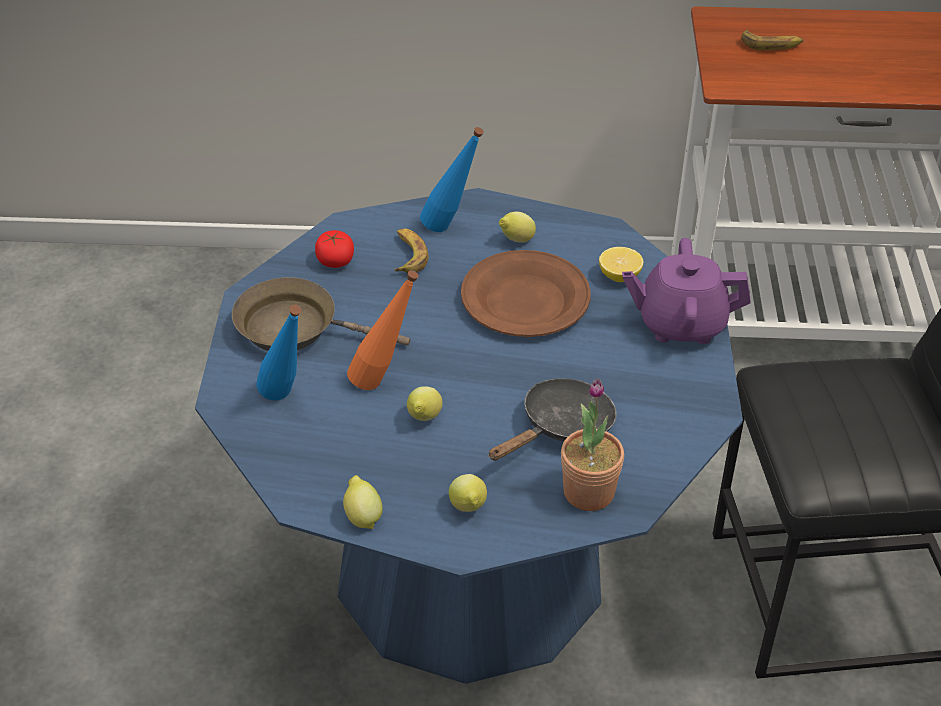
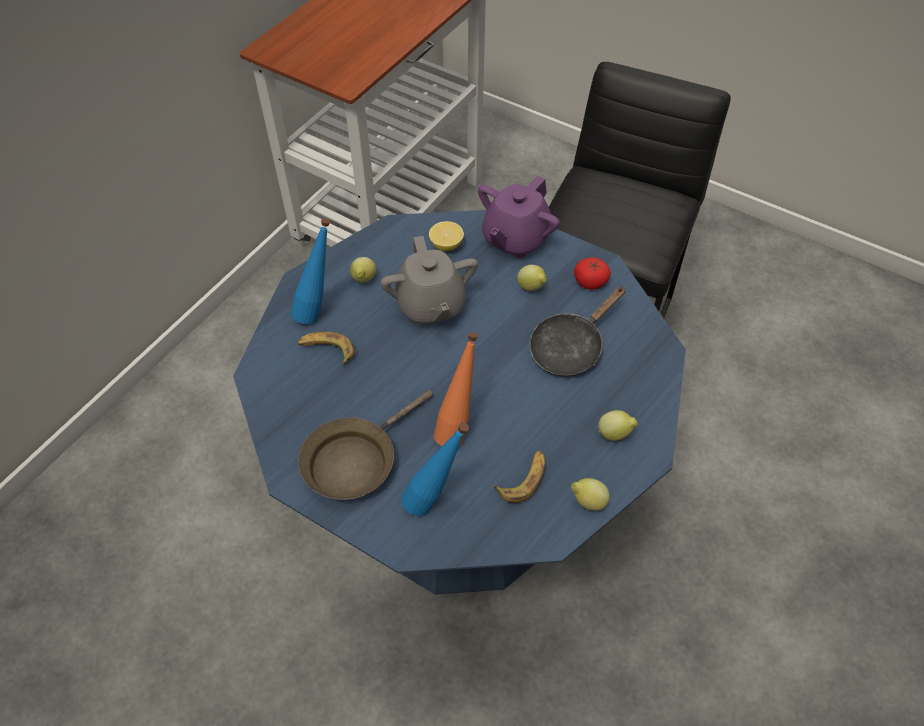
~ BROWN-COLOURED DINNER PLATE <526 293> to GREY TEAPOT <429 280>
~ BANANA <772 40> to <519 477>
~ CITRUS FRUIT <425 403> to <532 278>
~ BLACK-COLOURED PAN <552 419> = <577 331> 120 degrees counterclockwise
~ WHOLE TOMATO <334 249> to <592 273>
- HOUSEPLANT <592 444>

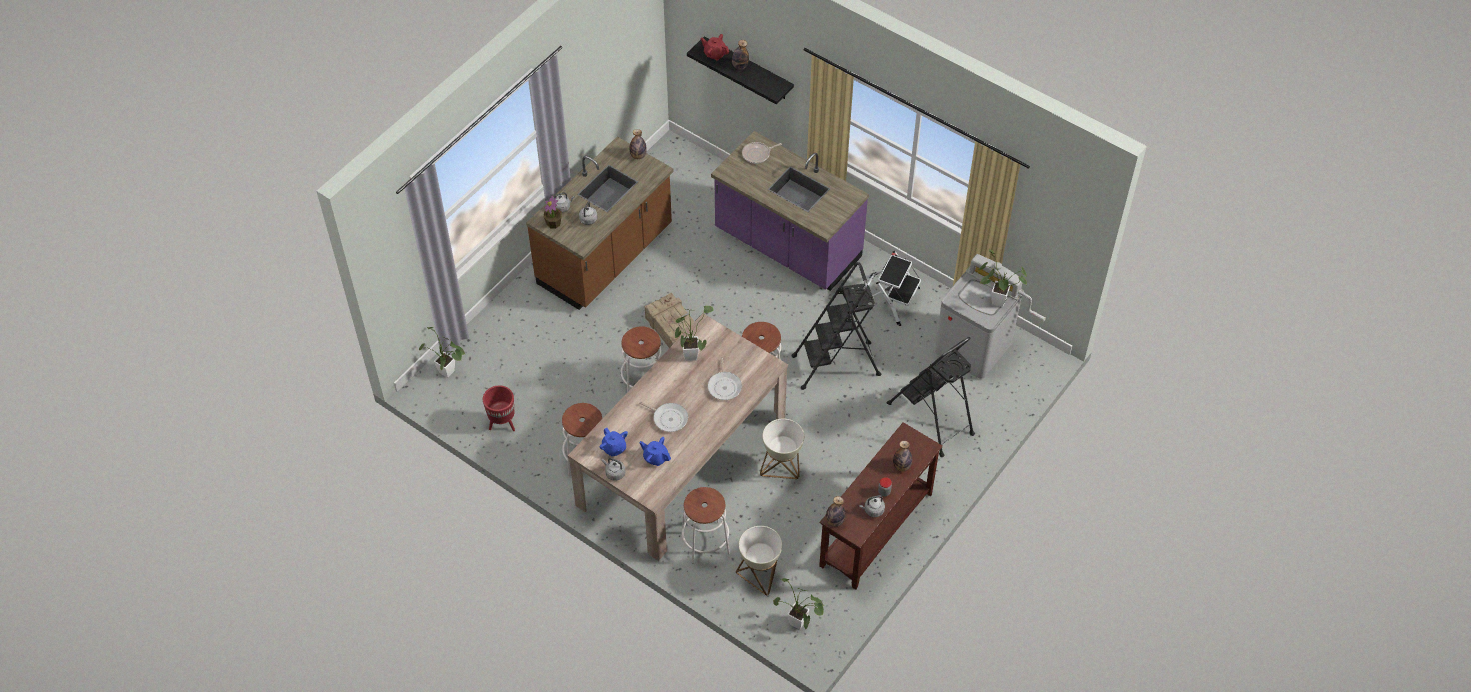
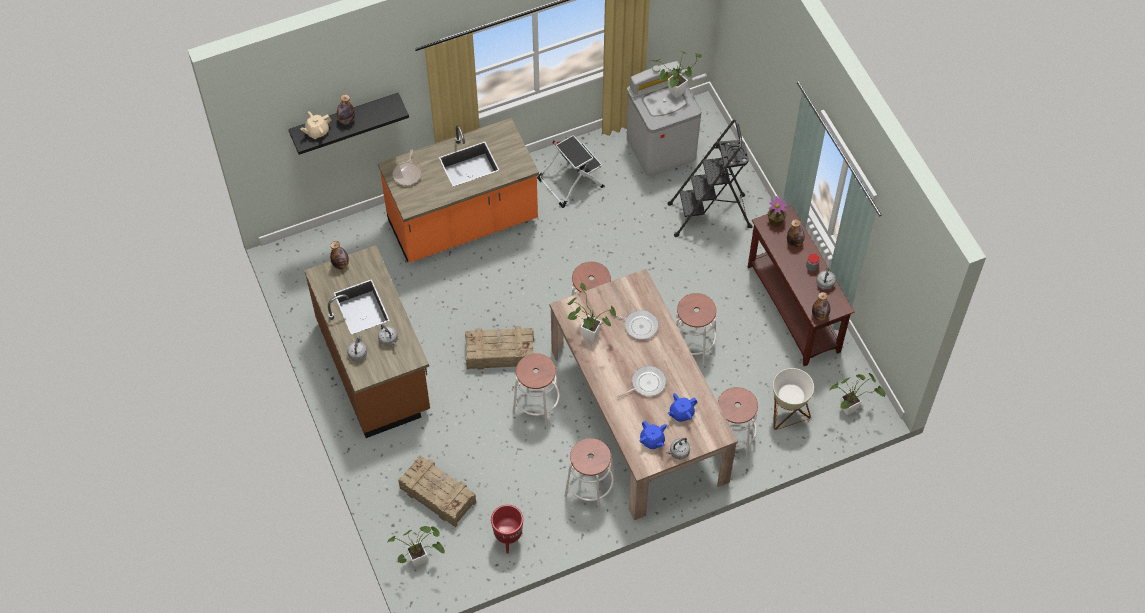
~ RED TEAPOT <715 47> to BEIGE TEAPOT <316 125>
~ PURPLE KITCHEN BASE UNIT <790 211> to ORANGEY KITCHEN BASE UNIT <458 190>
+ CRATE <437 491>
~ BLUE-COLOURED TEAPOT <613 442> = <653 435> 60 degrees clockwise
~ FLOWER POT <782 449> to WHITE-COLOURED STOOL <696 329>
~ HOUSEPLANT <553 212> to <778 211>
- STEP STOOL <836 326>

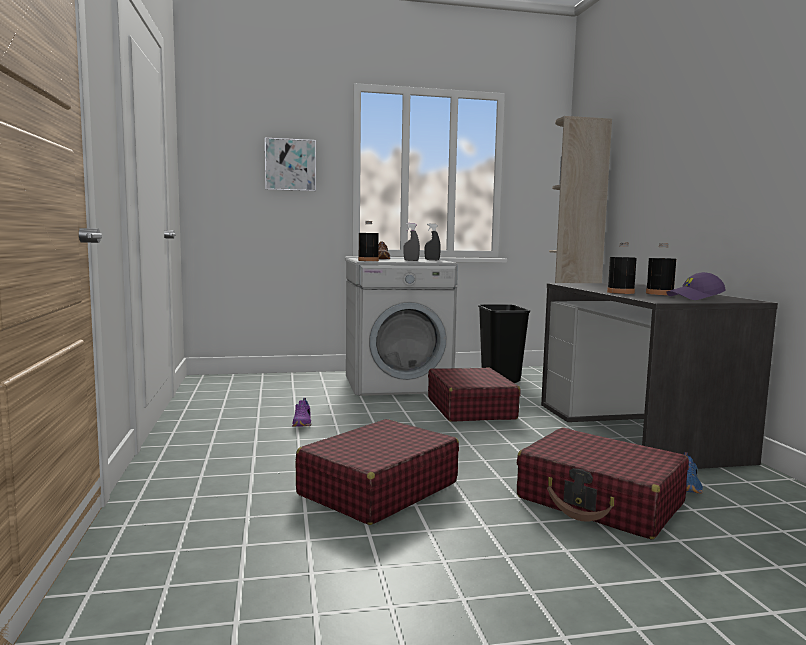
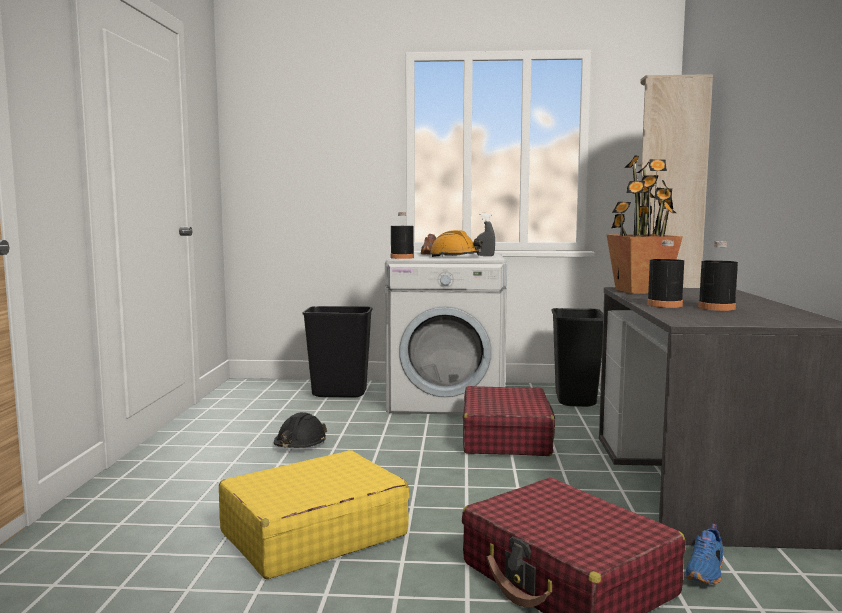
~ RED PIECE OF LUGGAGE <377 472> to YELLOW-COLOURED PIECE OF LUGGAGE <314 514>
~ PURPLE SHOE <301 412> to BLACK-COLOURED HARD HAT <300 430>
+ BLACK-COLOURED TRASH CAN <338 352>
~ GREY SPRAY BOTTLE <412 242> to ORANGEY HARD HAT <456 243>
+ HOUSEPLANT <645 224>
- PICTURE <290 164>
- PURPLE CAP <696 286>

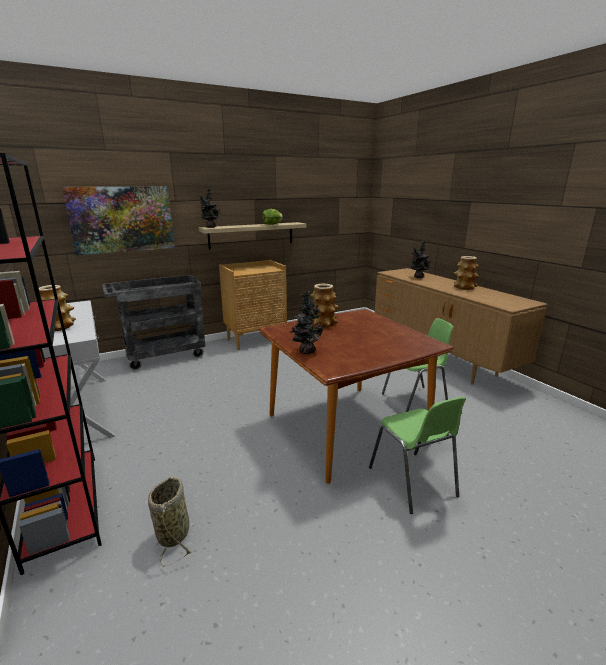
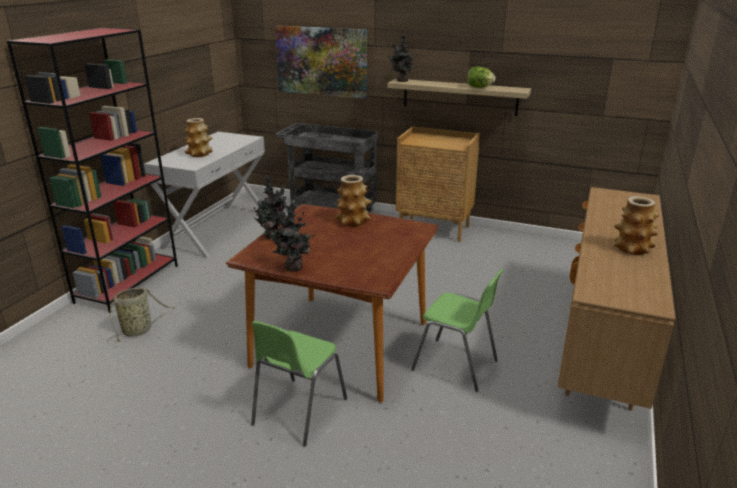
~ HOUSEPLANT <421 259> to <289 236>

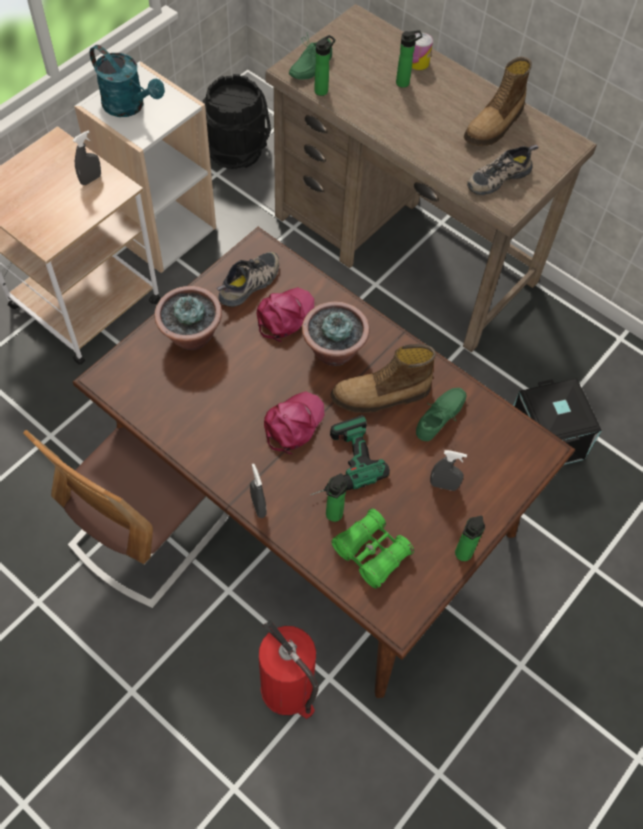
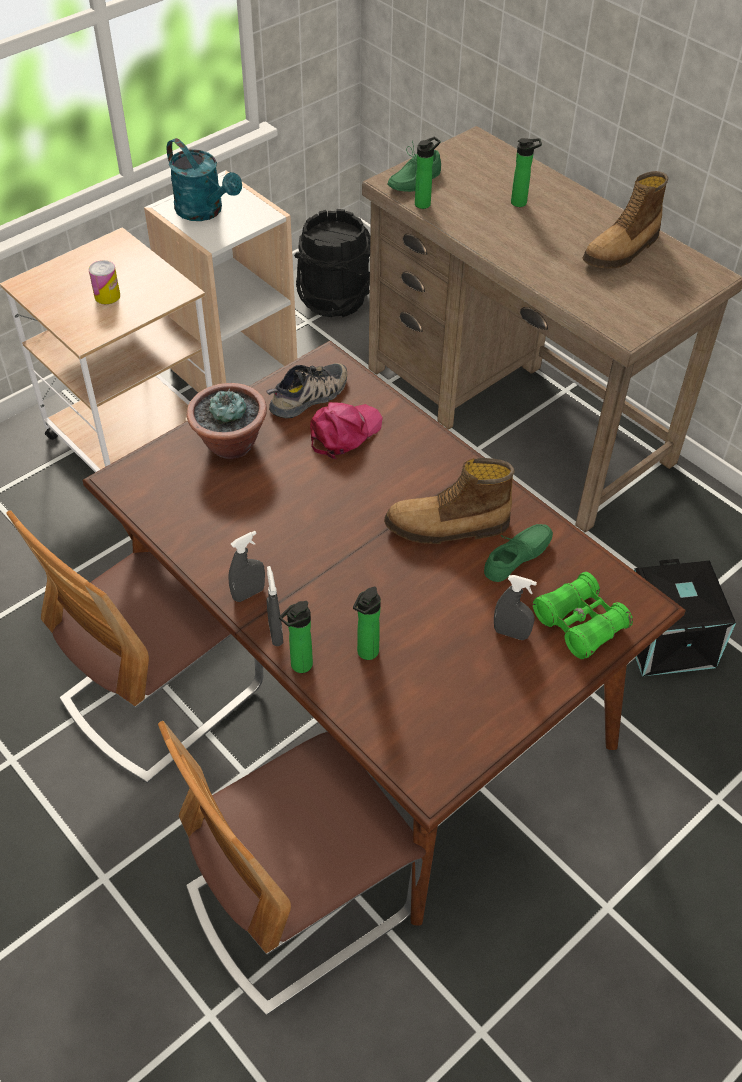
~ CAN <422 51> to <104 282>
~ EXTINGUISHER <289 669> to CHAIR <292 868>
~ GREY SPRAY BOTTLE <87 157> to <246 566>
~ DRINK BOTTLE <470 538> to <296 637>
~ GREENISH PAIR OF BINOCULARS <372 548> to <583 615>
- PINK CAP <294 422>
- HOUSEPLANT <335 333>
- DRILL <350 455>
- SHOE <503 170>

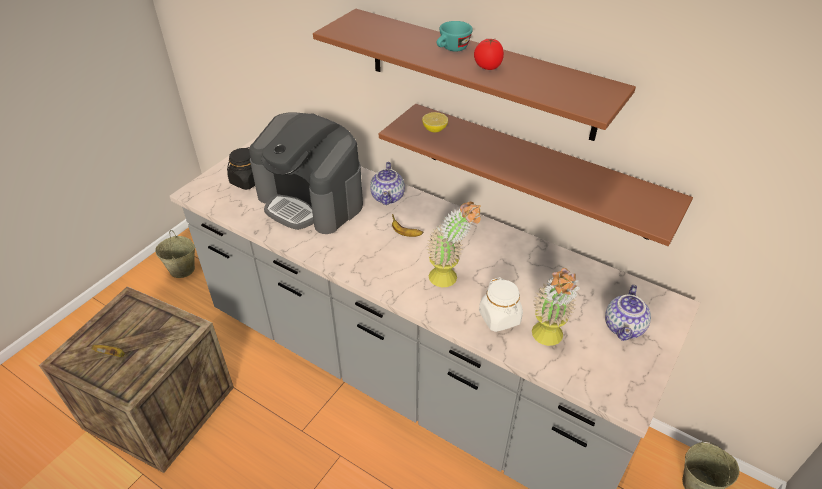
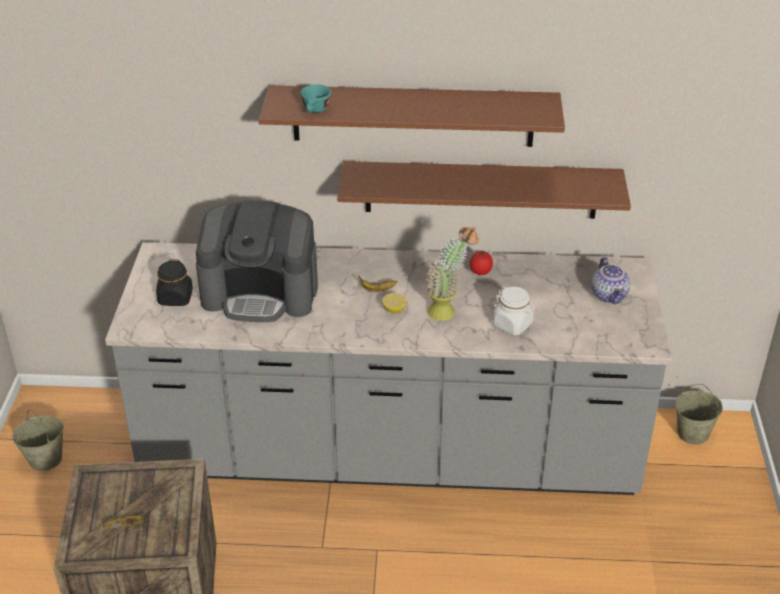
~ BLUE-GREEN CUP <455 36> to <316 98>
~ CITRUS FRUIT <435 122> to <395 303>
~ WHOLE TOMATO <489 54> to <481 263>
- TEAPOT <387 183>
- HOUSEPLANT <556 307>

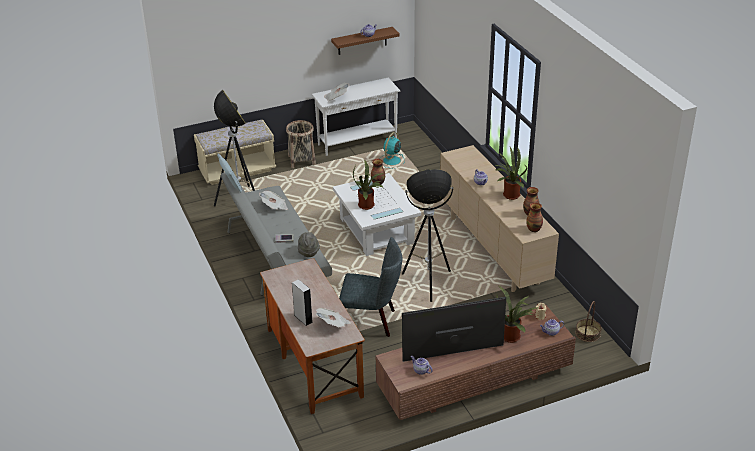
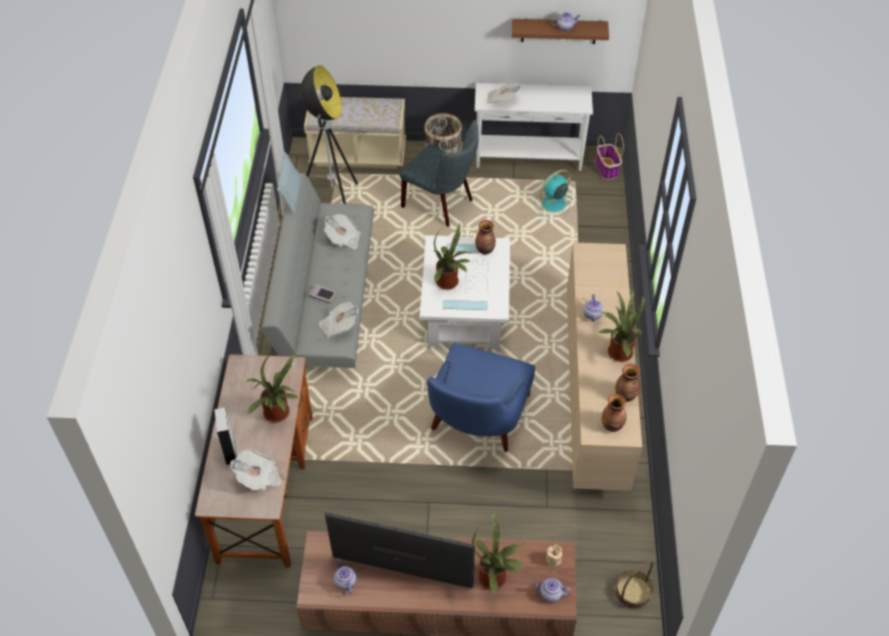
+ HOUSEPLANT <272 388>
~ GREY HAT <309 244> to PRINTED PAPER <339 320>
~ GREY CHAIR <371 287> to <439 173>
~ STANDING LAMP <428 235> to BLUE-COLOURED ARMCHAIR <481 397>
+ STORAGE BASKET <610 156>

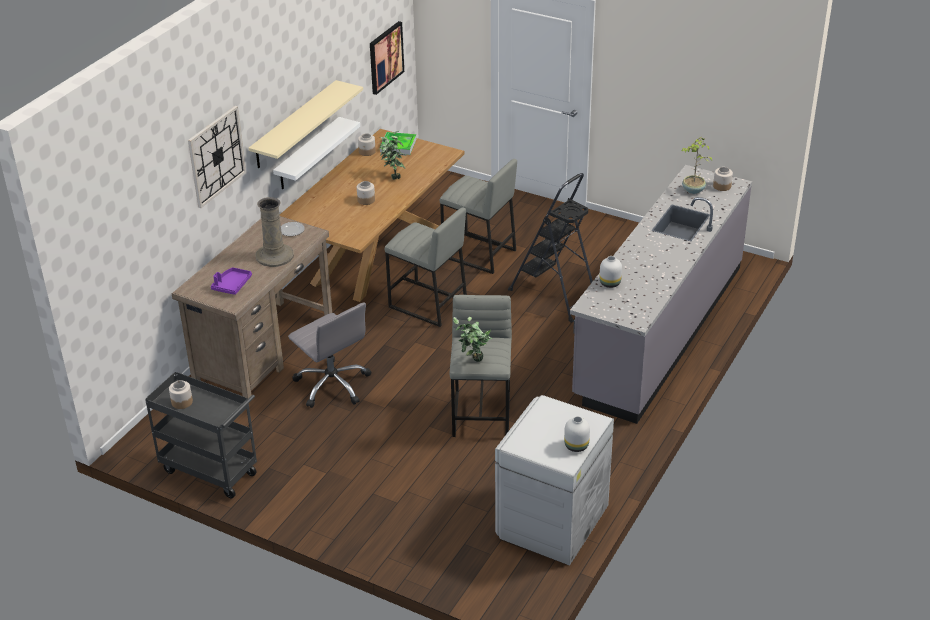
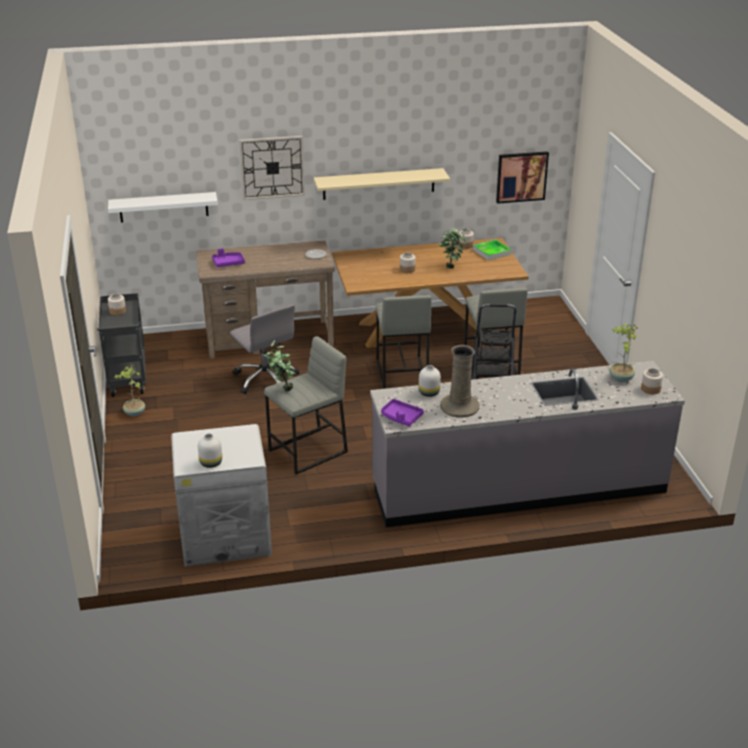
~ WHITE-COLOURED SHELF <316 153> to <163 207>
+ HOUSEPLANT <129 390>
~ GREY OFFICE CHAIR <329 355> = <264 349> 45 degrees counterclockwise
+ PURPLE TRAY <402 412>
~ BEIGE FLOWER VASE <274 232> to <460 381>

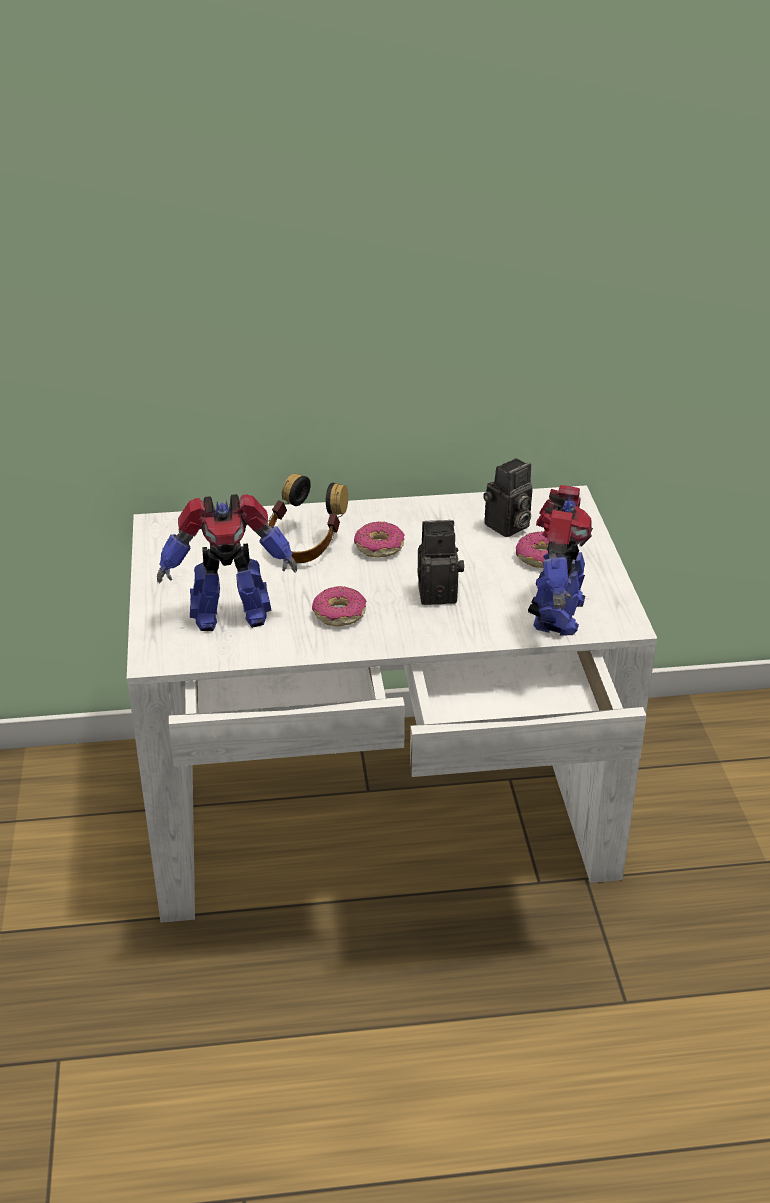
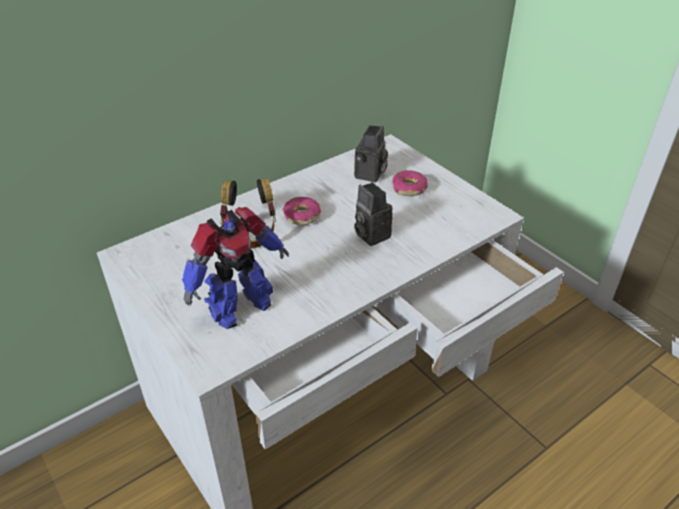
~ PHOTO CAMERA <441 562> = <373 214> 90 degrees counterclockwise
- DONUT <339 606>
- TOY ROBOT <560 560>

